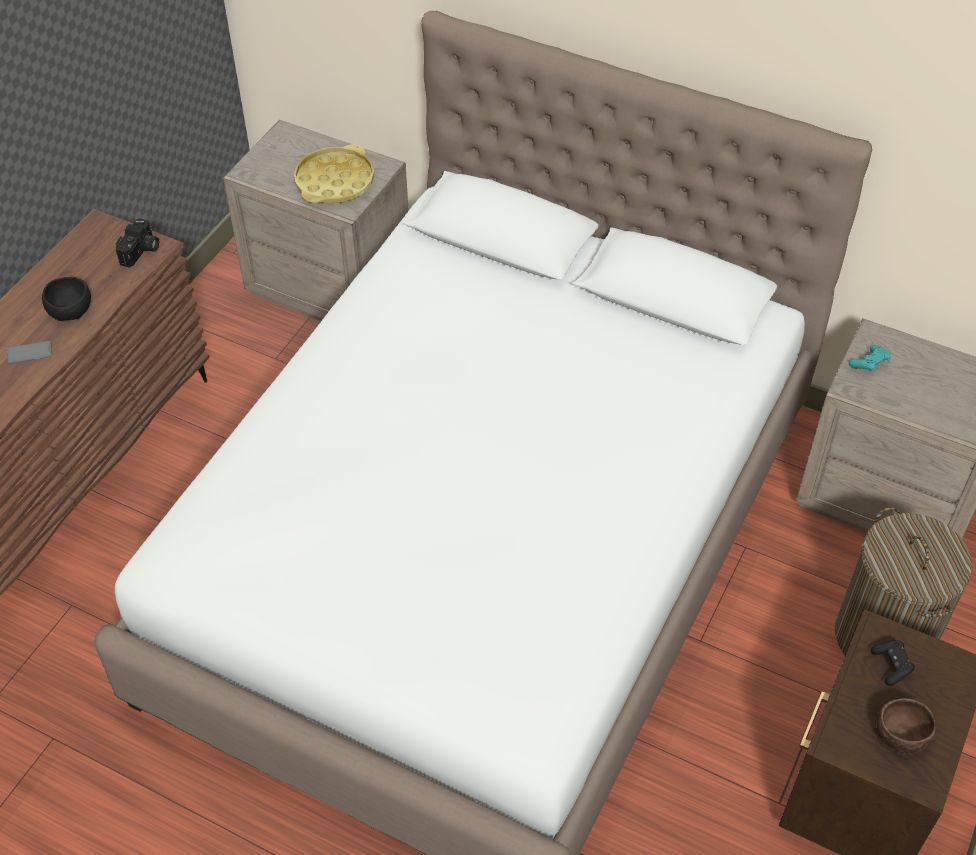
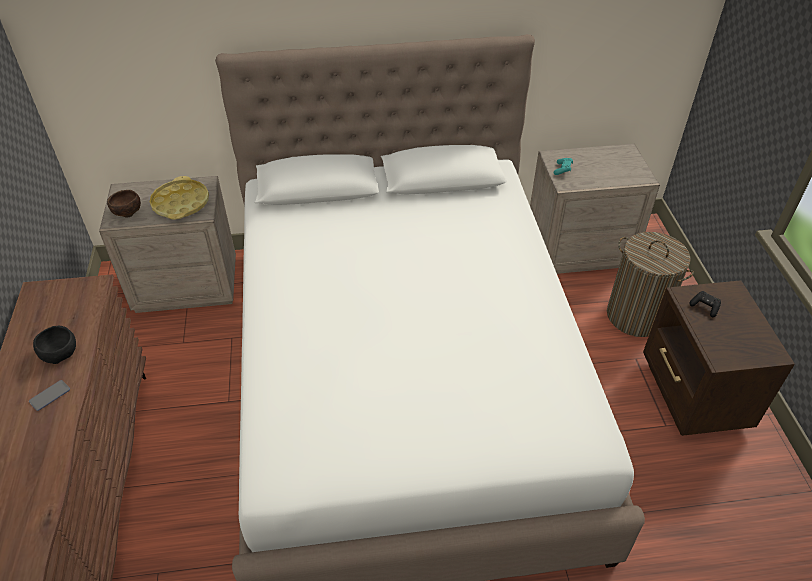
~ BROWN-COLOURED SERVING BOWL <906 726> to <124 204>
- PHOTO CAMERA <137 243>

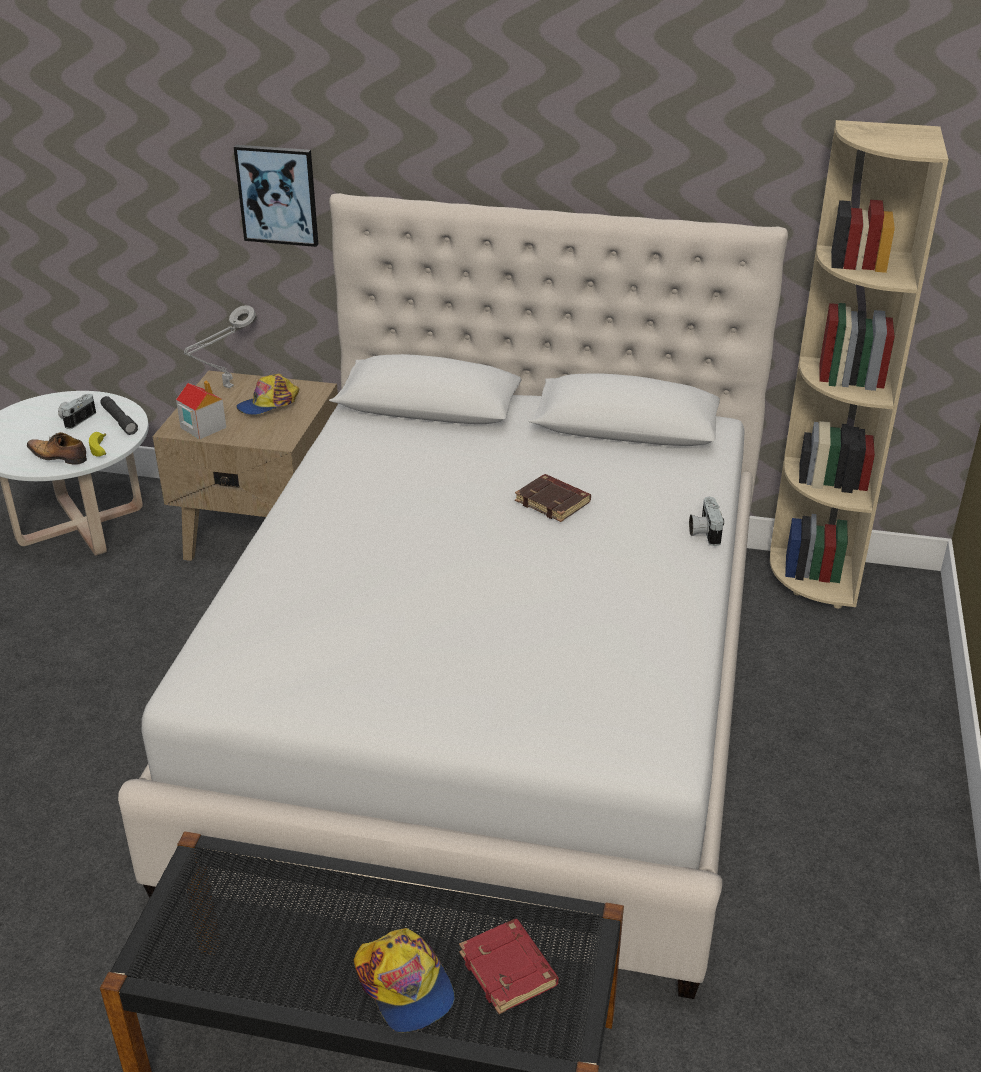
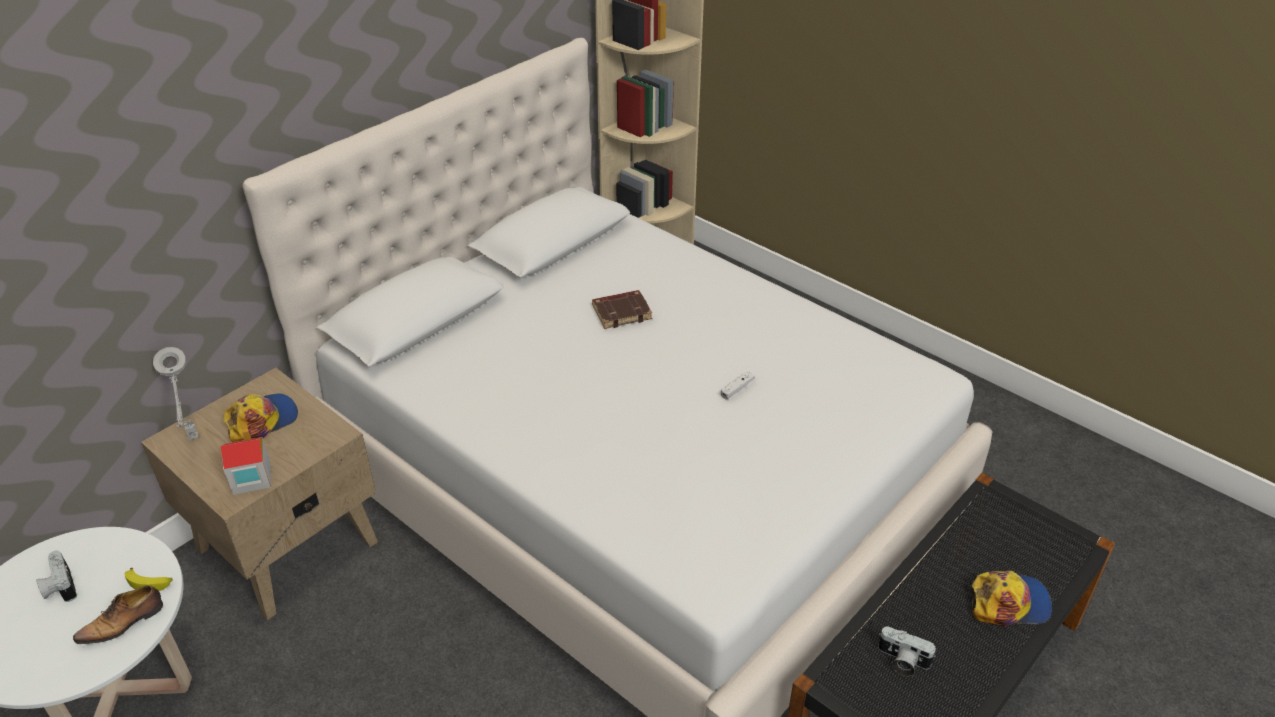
~ CAP <267 394> = <260 417> 120 degrees counterclockwise
+ WHITE-COLOURED GAME CONTROLLER <737 385>
~ PHOTO CAMERA <706 521> to <907 651>
- GREY FLASHLIGHT <119 415>
- PICTURE <276 196>
- RED BOOK <509 966>

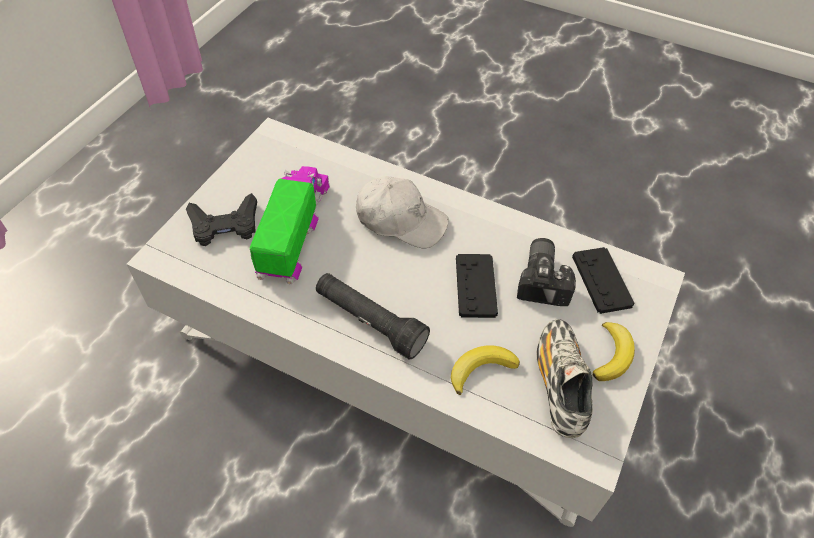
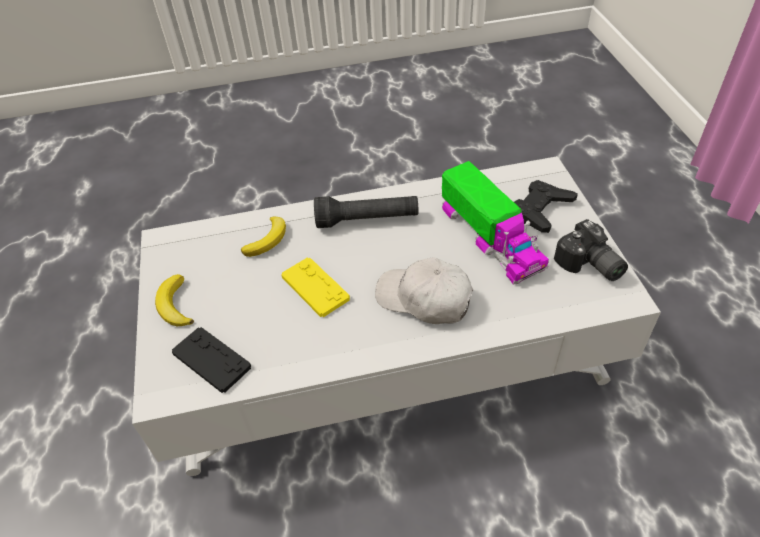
~ BLACK-COLOURED GAME CONTROLLER <477 286> to YELLOW-COLOURED GAME CONTROLLER <315 287>
~ WHITE-COLOURED CAP <402 212> = <424 290> 45 degrees clockwise
~ PHOTO CAMERA <546 272> to <591 250>
- SHOE <564 378>

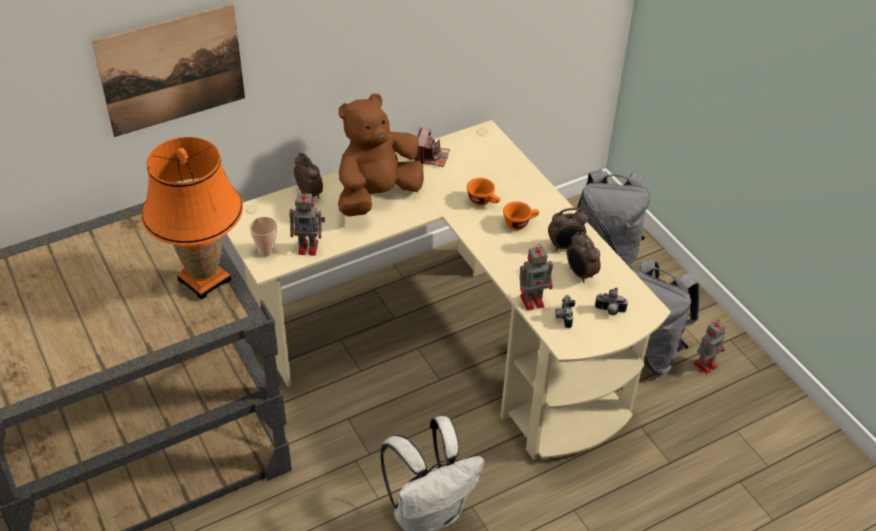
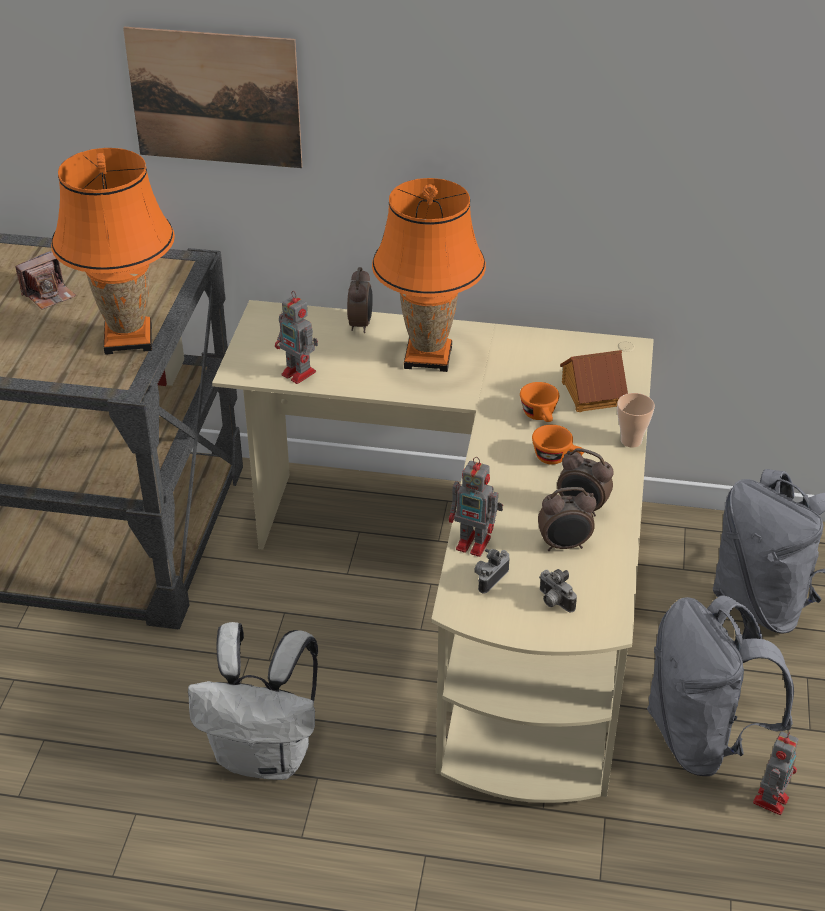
~ PHOTO CAMERA <432 147> to <45 280>
~ BROWN-COLOURED PLUSH TOY <381 155> to ORANGEY LAMP FOR A TABLE <429 275>
~ TABLE CLOCK <584 257> = <567 519> 105 degrees counterclockwise
+ MODEL HOUSE <594 381>
~ CUP <263 236> to <636 420>
~ TOY ROBOT <709 346> = <775 773> 60 degrees counterclockwise

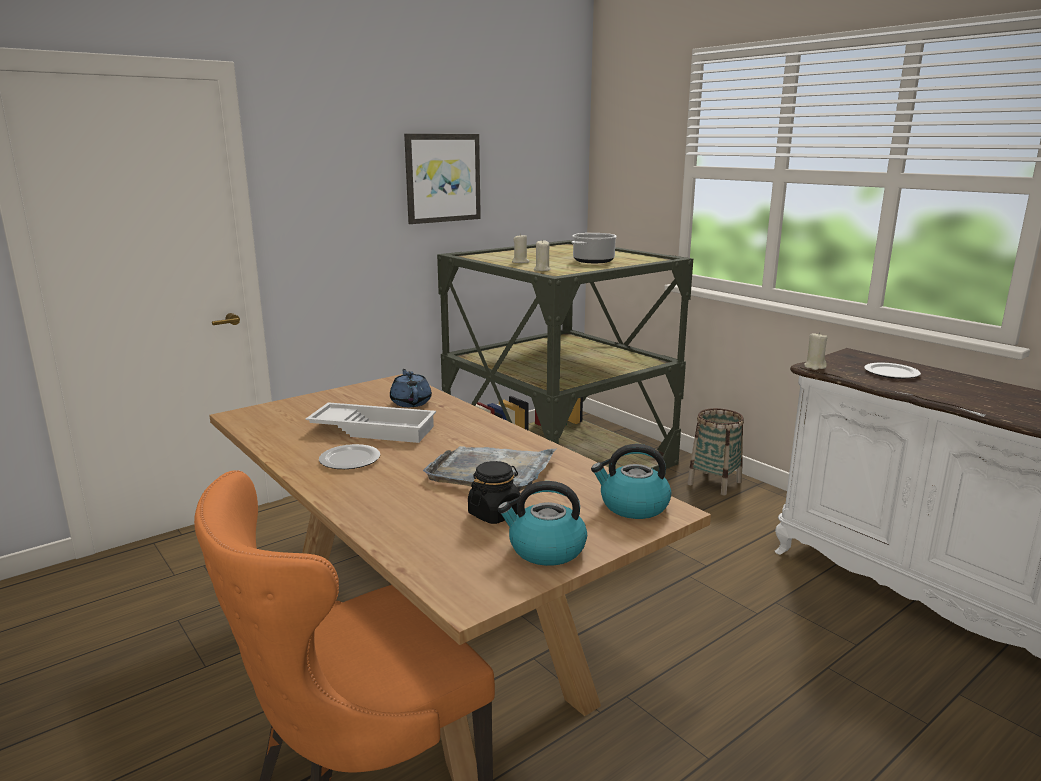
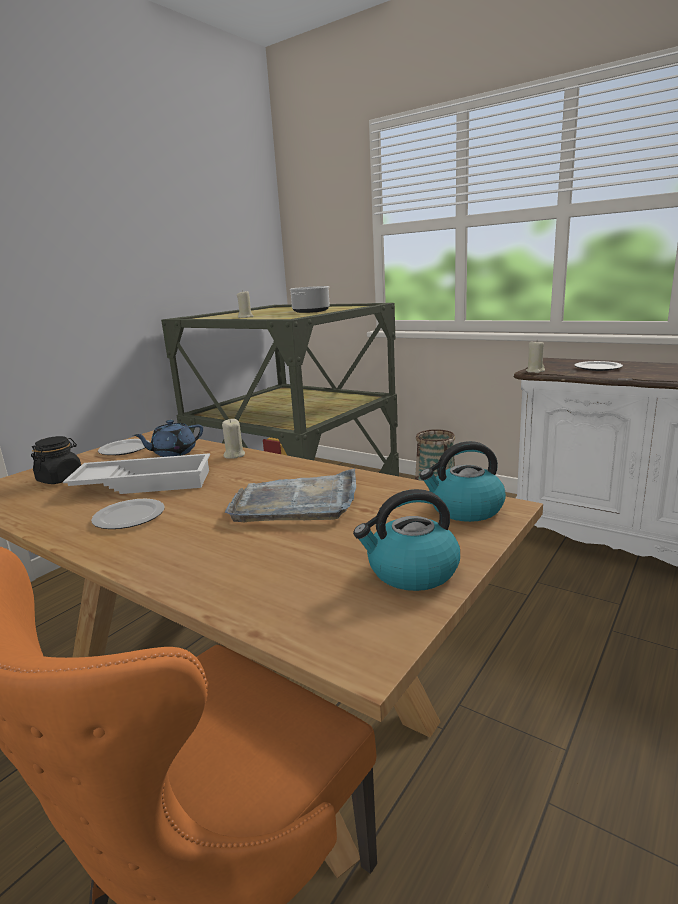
~ BLACK-COLOURED PRESERVE JAR <494 492> to <56 460>
+ DINNER PLATE <123 447>
~ BLUE-COLOURED TEAPOT <411 388> = <168 438> 90 degrees counterclockwise
~ BEIGE WAX LIGHT <542 255> to <233 439>
- PICTURE <442 179>

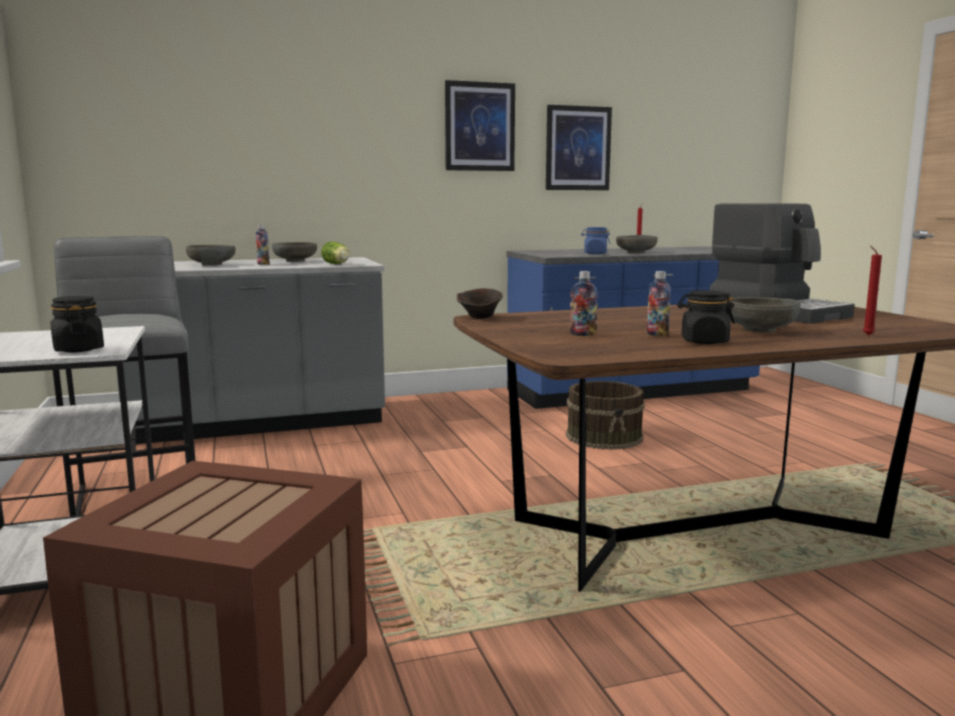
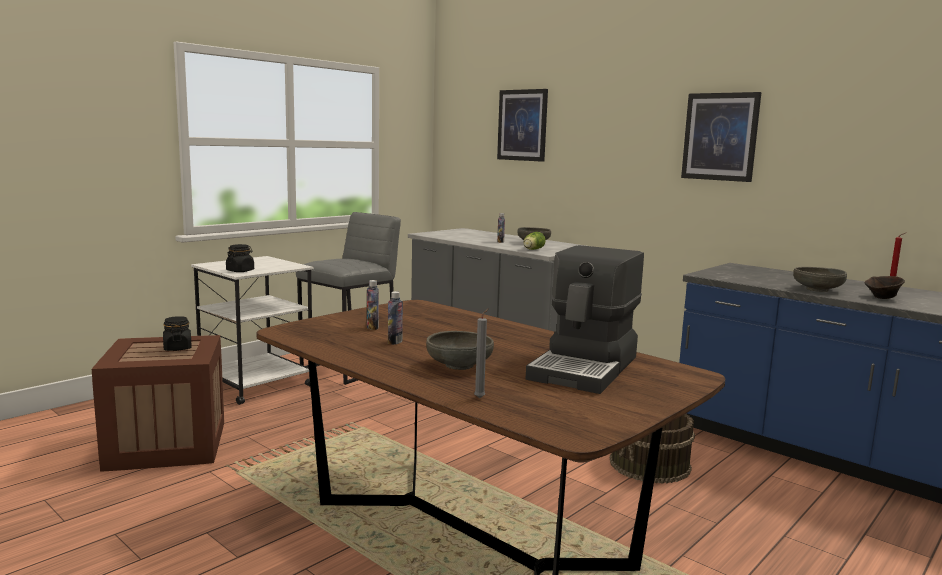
~ BLACK-COLOURED PRESERVE JAR <706 317> to <177 333>
~ RED WAX LIGHT <872 290> to GREY WAX LIGHT <481 353>
~ PICTURE <579 147> to <522 125>
~ BROWN-COLOURED SERVING BOWL <480 303> to <884 287>
- GREY SERVING BOWL <210 255>
- BLUE-COLOURED PRESERVE JAR <595 240>

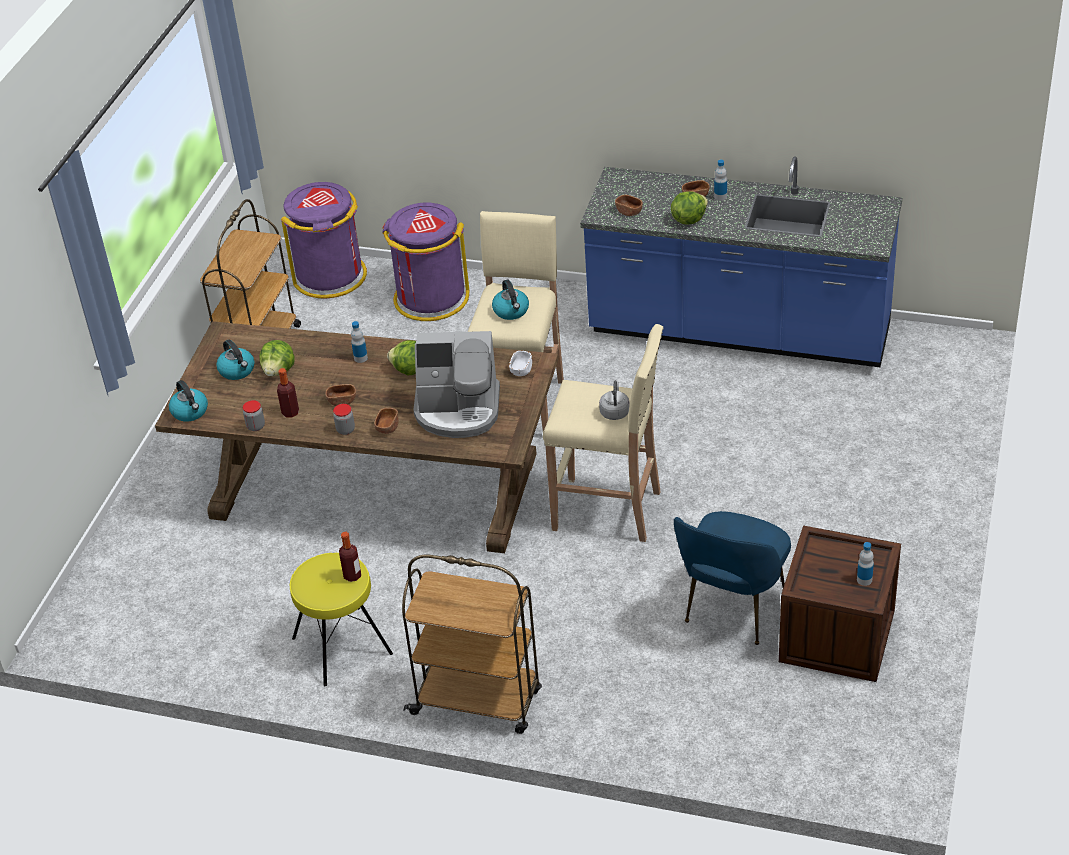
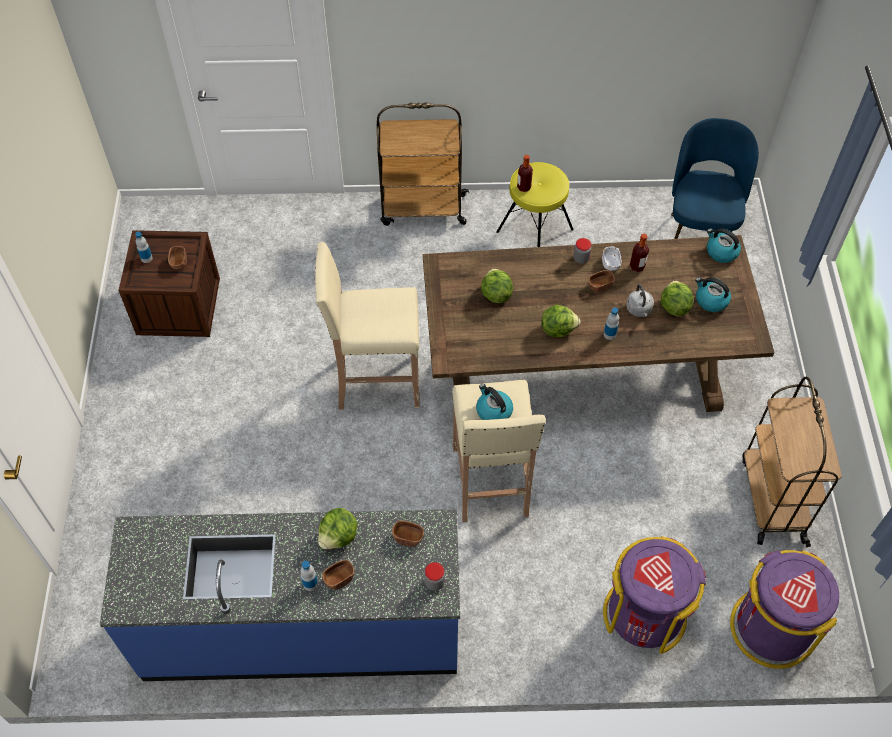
~ BROWN-COLOURED SERVING BOWL <386 421> to <177 257>
~ PRESERVE JAR <254 415> to <434 576>
~ COFFEE BREWER <456 384> to LETTUCE <497 286>
~ WHITE-COLOURED SERVING BOWL <520 363> to <612 259>
~ GREY KETTLE <614 400> to <640 300>
~ BLUE-COLOURED CHAIR <732 578> to <715 178>

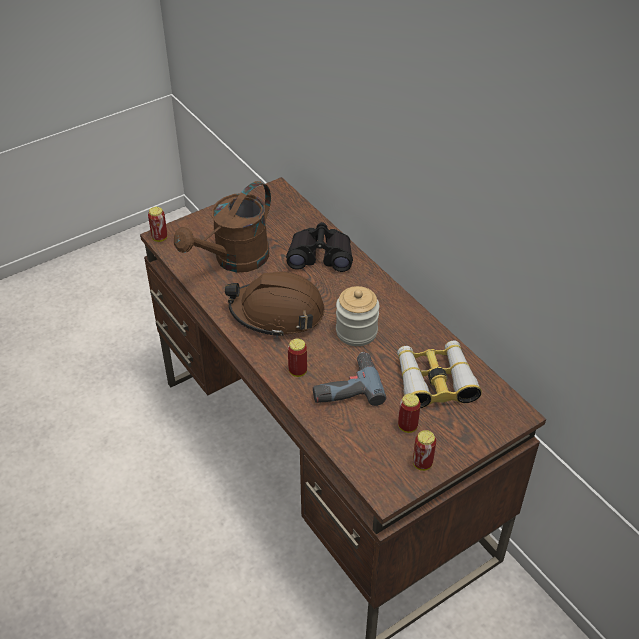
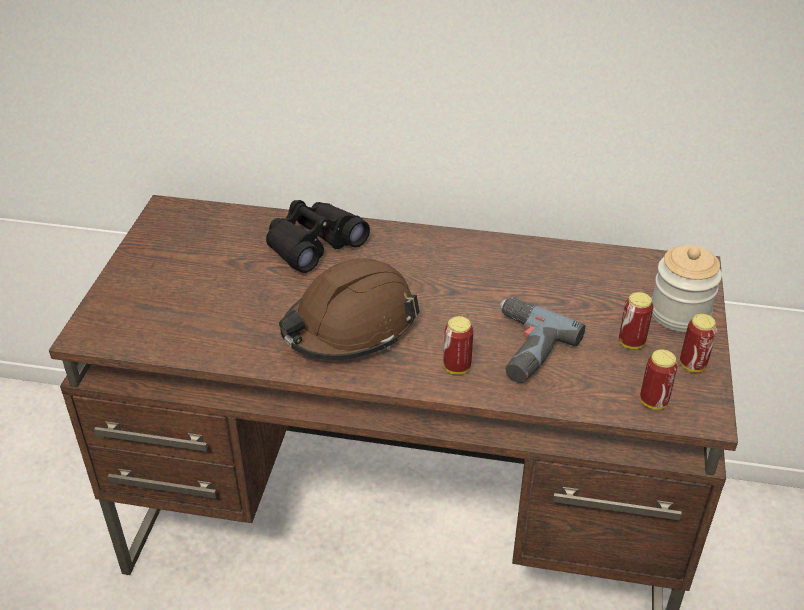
~ CAN <157 224> to <659 380>
~ PRESERVE JAR <357 316> to <686 288>
- BROWN-COLOURED SPRINKLING CAN <222 226>
- PAIR OF BINOCULARS <439 374>

